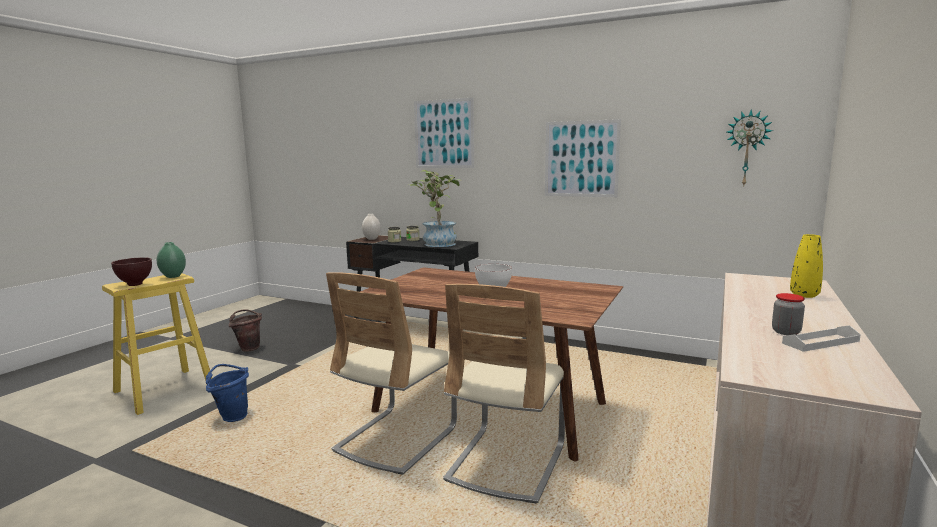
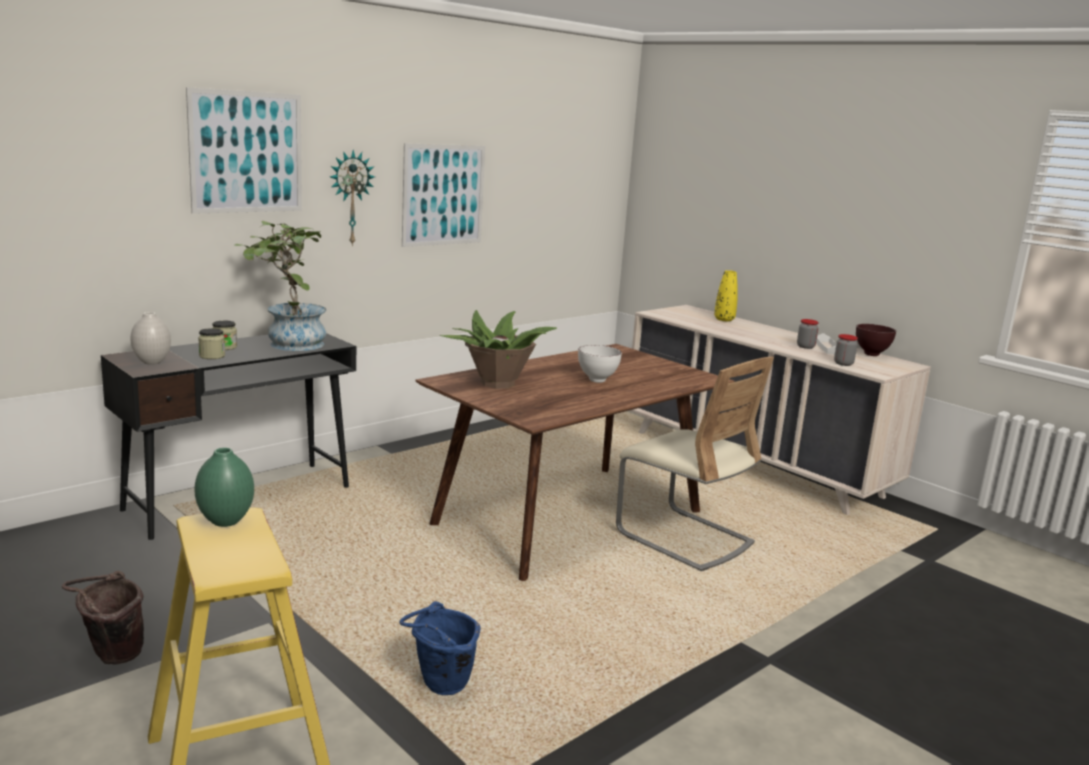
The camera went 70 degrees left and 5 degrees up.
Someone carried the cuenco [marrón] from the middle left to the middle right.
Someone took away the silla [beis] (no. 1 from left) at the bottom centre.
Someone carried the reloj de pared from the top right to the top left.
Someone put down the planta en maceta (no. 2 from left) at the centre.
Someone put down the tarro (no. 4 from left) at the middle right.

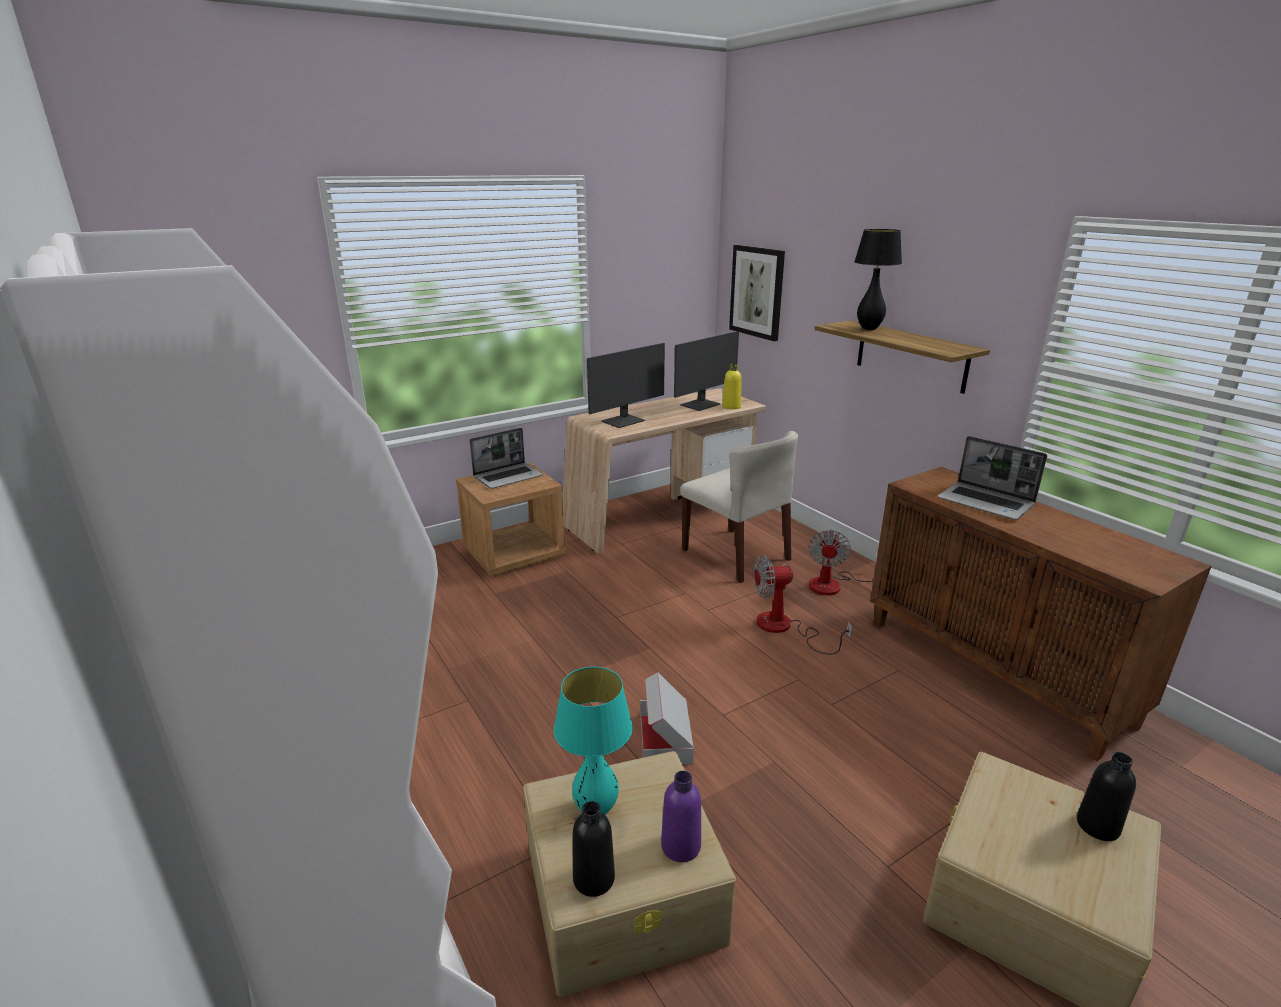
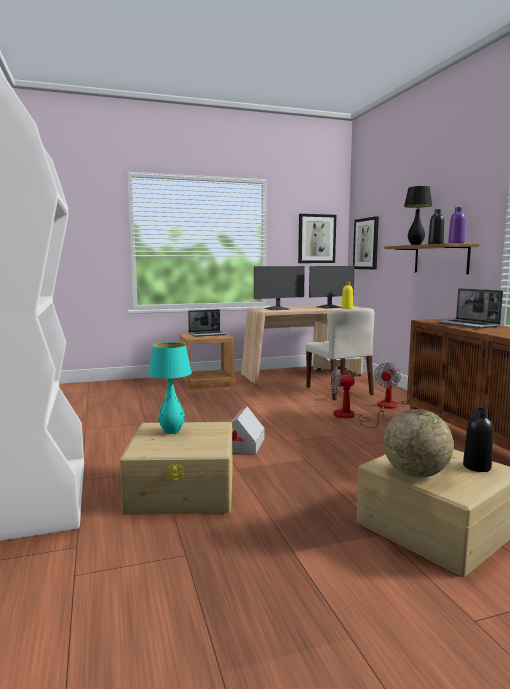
The camera went 15 degrees right and 15 degrees down.
Someone carried the botella [negro] (no. 1 from left) from the bottom centre to the top right.
Someone carried the botella [morado] from the bottom centre to the top right.
Someone put up the cuadro (no. 1 from left) at the centre.
Someone put down the globo terráqueo at the middle right.

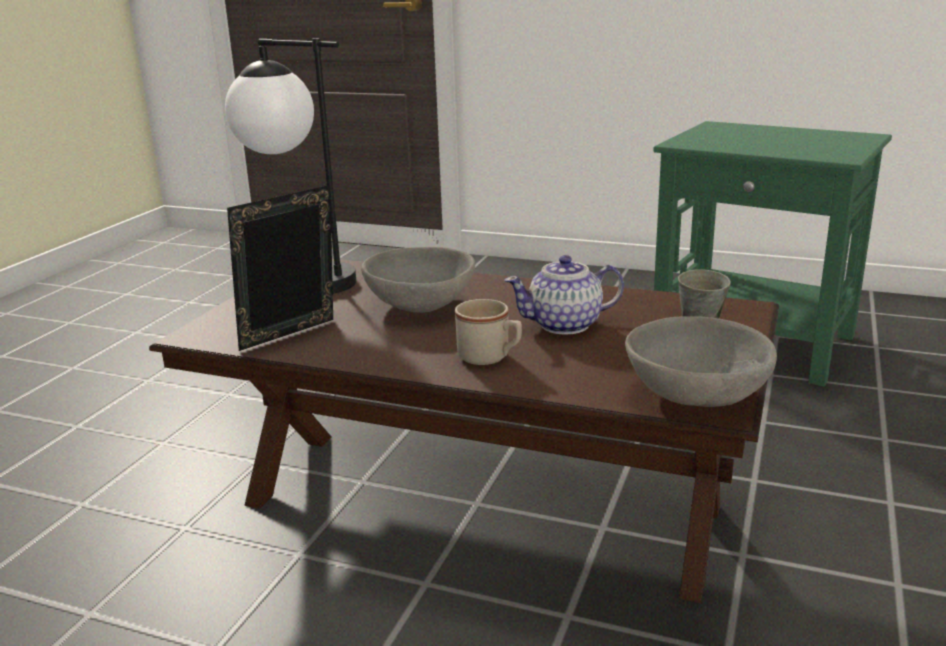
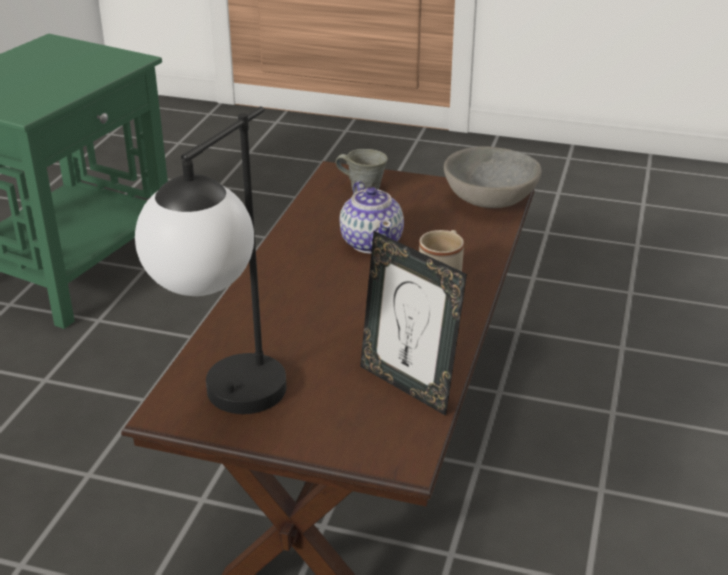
The camera went 95 degrees left and 10 degrees up.
Someone took away the cuenco [gris] (no. 1 from left) at the centre.

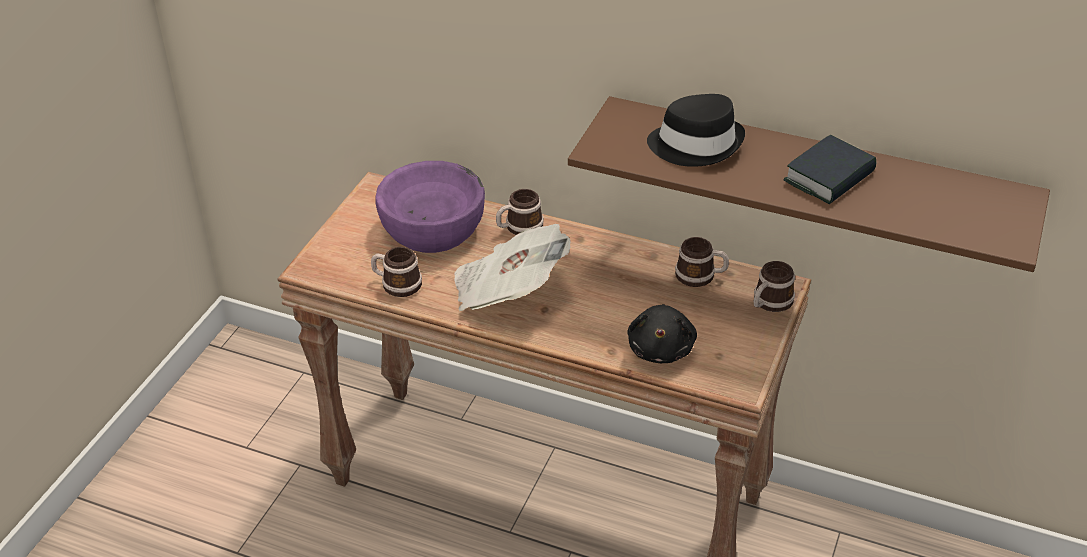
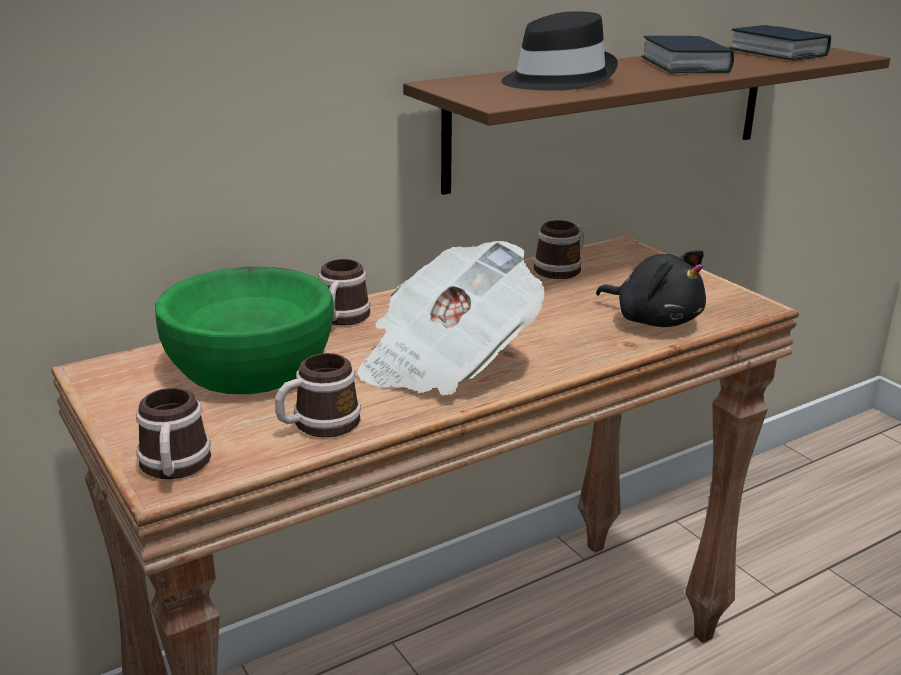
The camera went 55 degrees left and 15 degrees down.
Someone repainted the cuenco [morado] at the centre, which became the cuenco [verde] at the middle left.
Someone carried the taza grande (no. 4 from left in the first image) from the middle right to the middle left.
Someone put down the libro (no. 2 from left) at the top right.

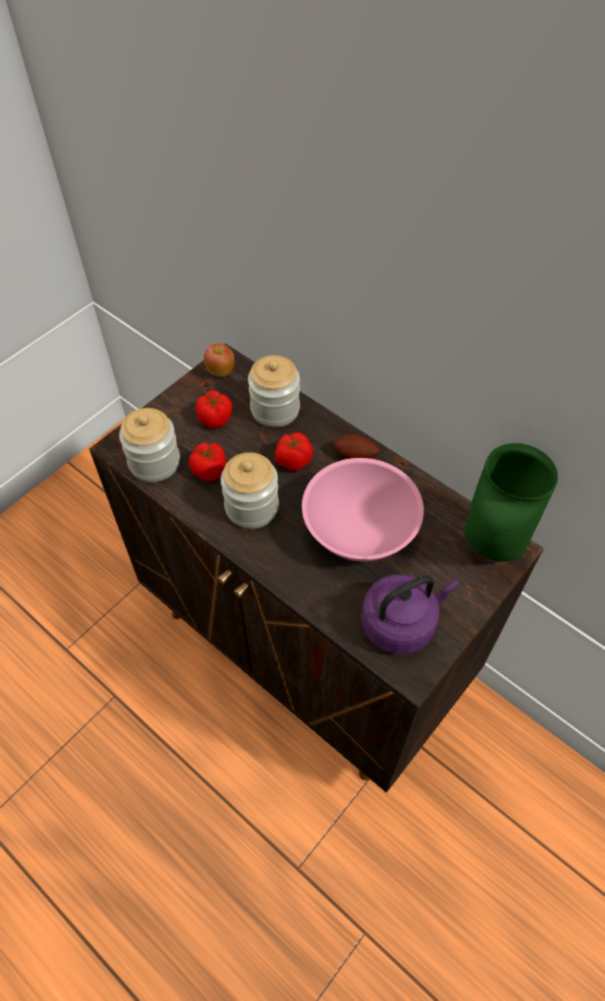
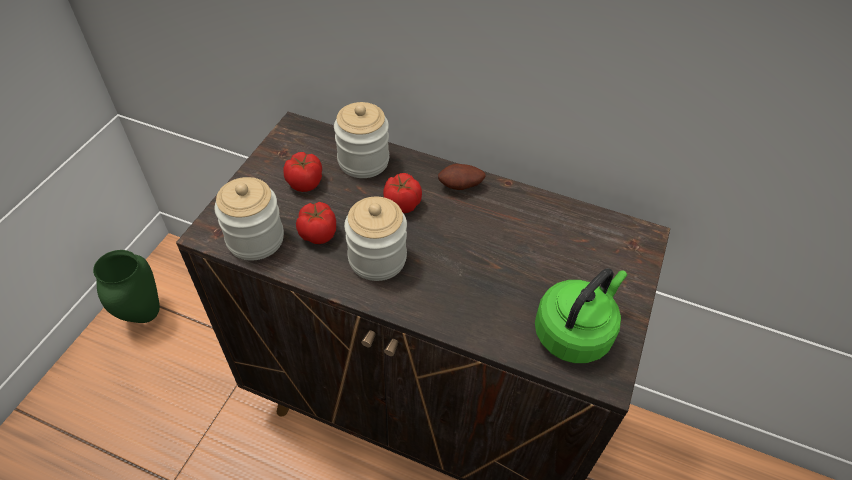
The camera went 20 degrees left and 5 degrees down.
Someone took away the manzana at the centre.
Someone took away the cuenco [rosa] at the centre.
Someone repainted the hervidor [morado] at the middle right, which became the hervidor [verde] at the middle right.
Someone carried the florero [verde] from the middle right to the middle left.

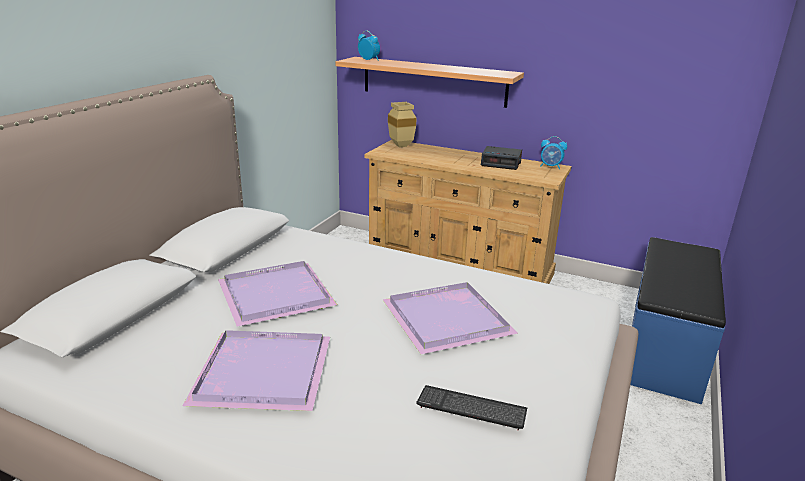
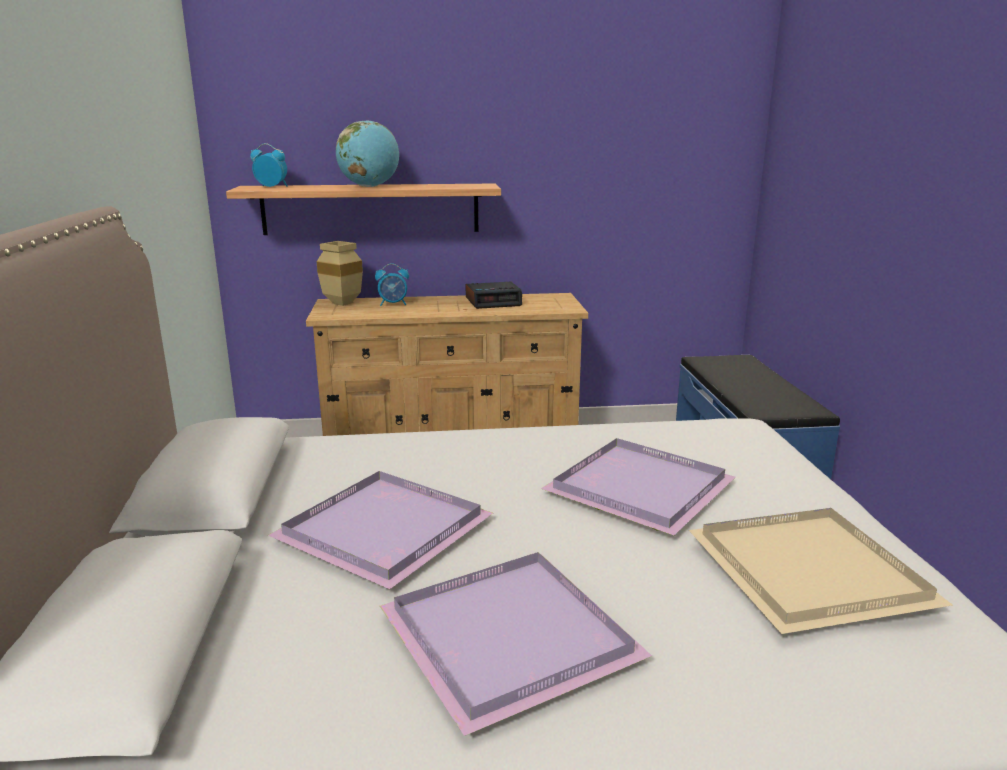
The camera went 30 degrees left and 5 degrees down.
Someone swapped the teclado at the bottom centre for the bandeja [beis] at the bottom right.
Someone carried the despertador (no. 3 from left in the first image) from the top right to the centre.
Someone put down the globo terráqueo at the top centre.

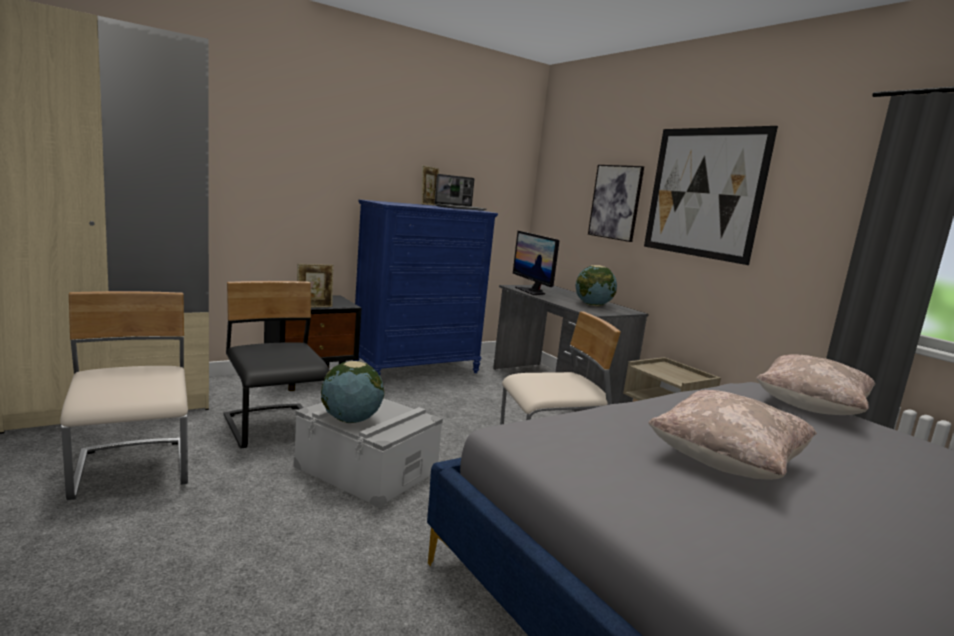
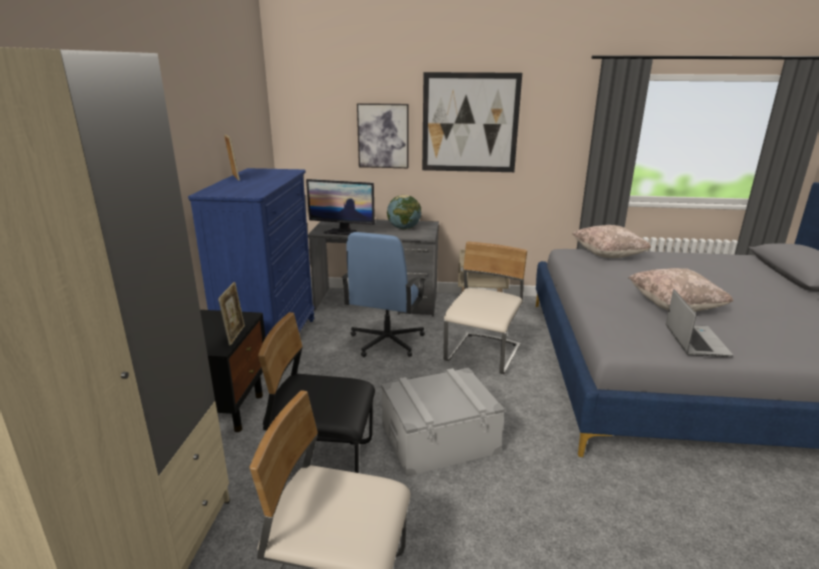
The camera went 50 degrees left and 10 degrees up.
Someone took away the globo terráqueo (no. 1 from left) at the centre.
Someone carried the portátil from the top centre to the middle right.
Someone put down the silla de oficina [azul] at the centre.

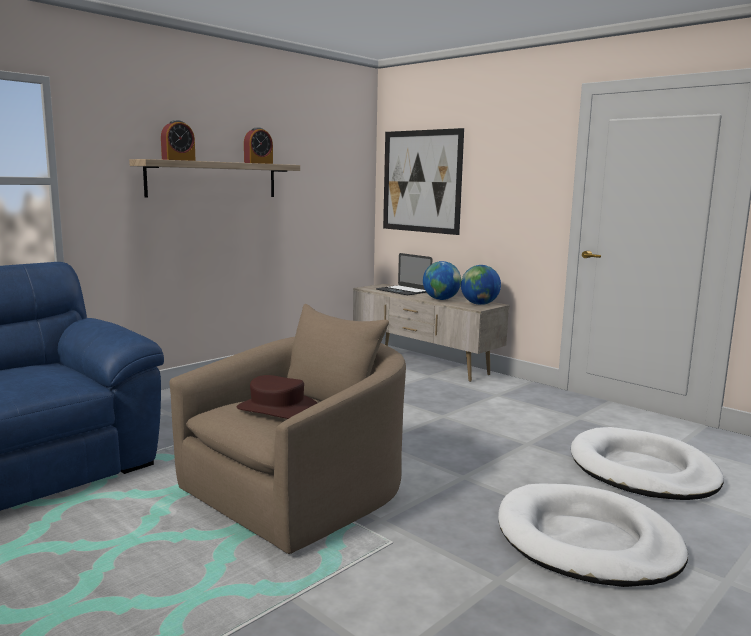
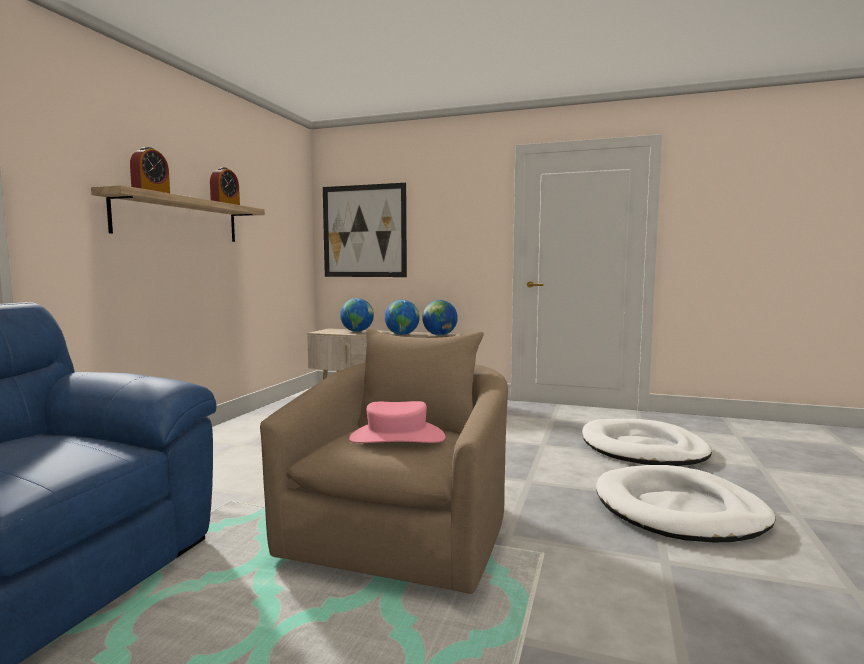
The camera went 25 degrees left and 5 degrees down.
Someone repainted the sombrero [marrón] at the centre, which became the sombrero [rosa] at the centre.
Someone swapped the portátil at the centre for the globo terráqueo (no. 1 from left) at the centre.

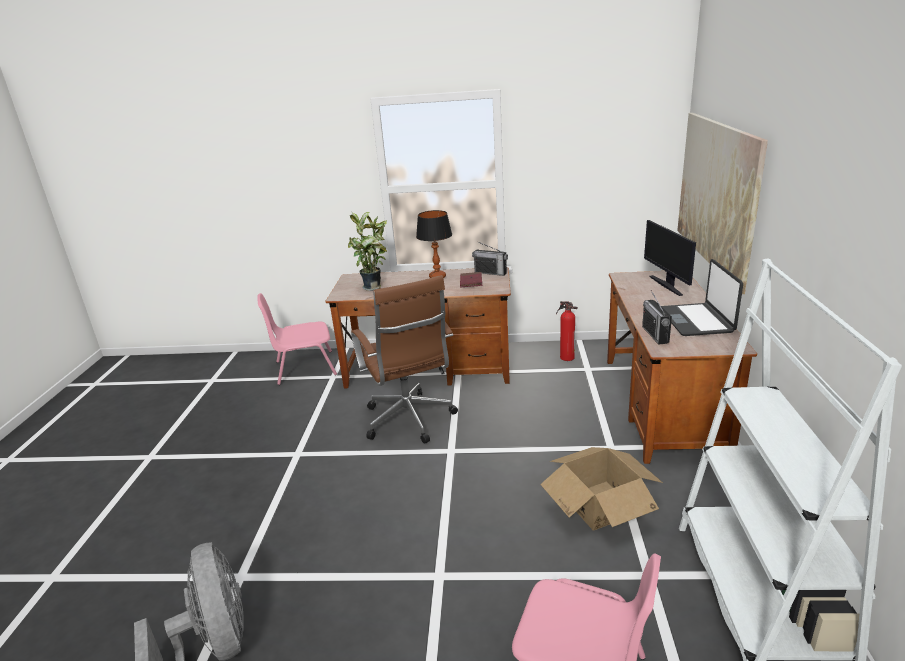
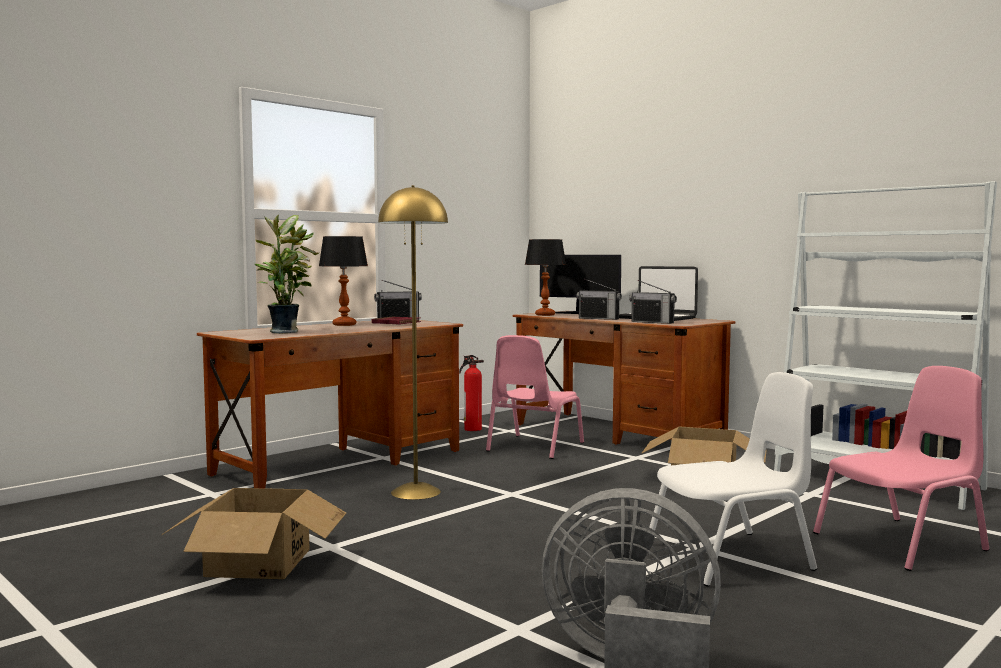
The camera went 50 degrees left and 20 degrees down.
Someone carried the silla [rosa] (no. 1 from left) from the middle left to the centre.
Someone swapped the silla de oficina [marrón] at the centre for the lámpara de pie [amarillo] at the centre.
Someone took away the cuadro at the top right.
Someone put down the caja de cartón (no. 1 from left) at the bottom left.
Someone put down the lámpara de mesa (no. 2 from left) at the centre.
Someone put down the radio (no. 2 from left) at the centre.
Someone put down the silla [blanco] at the bottom right.

